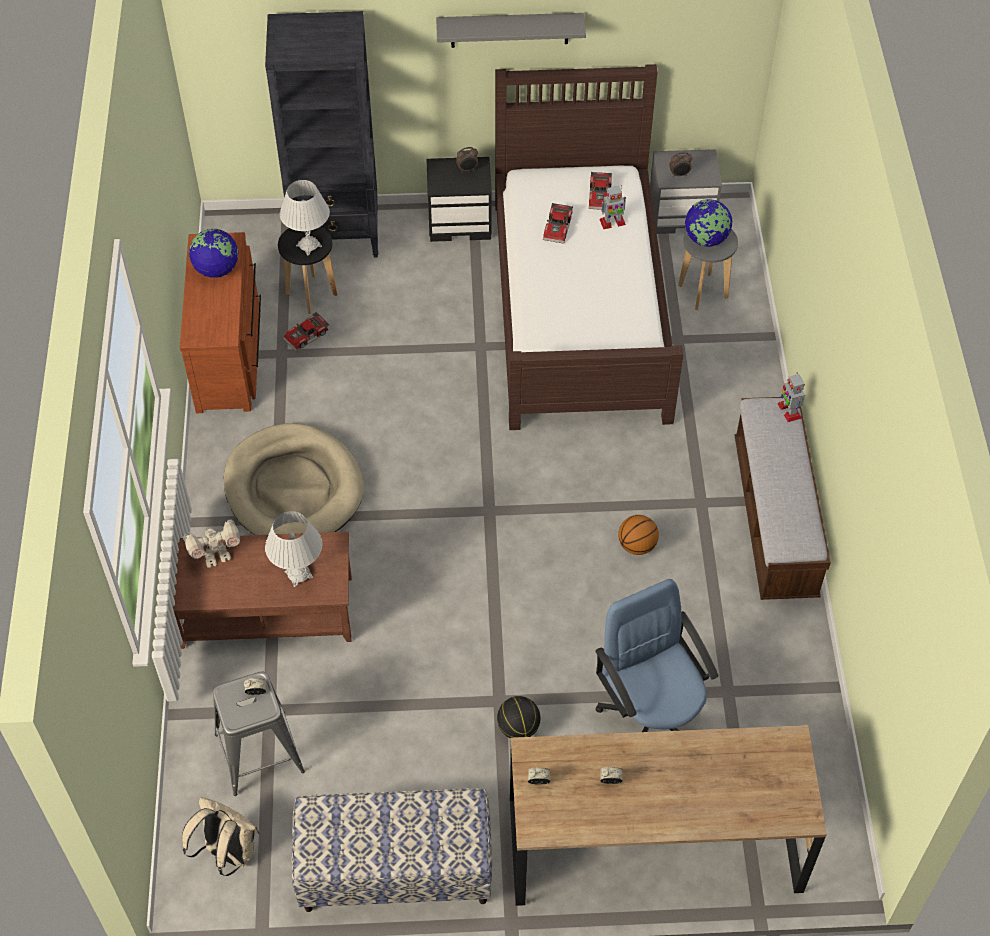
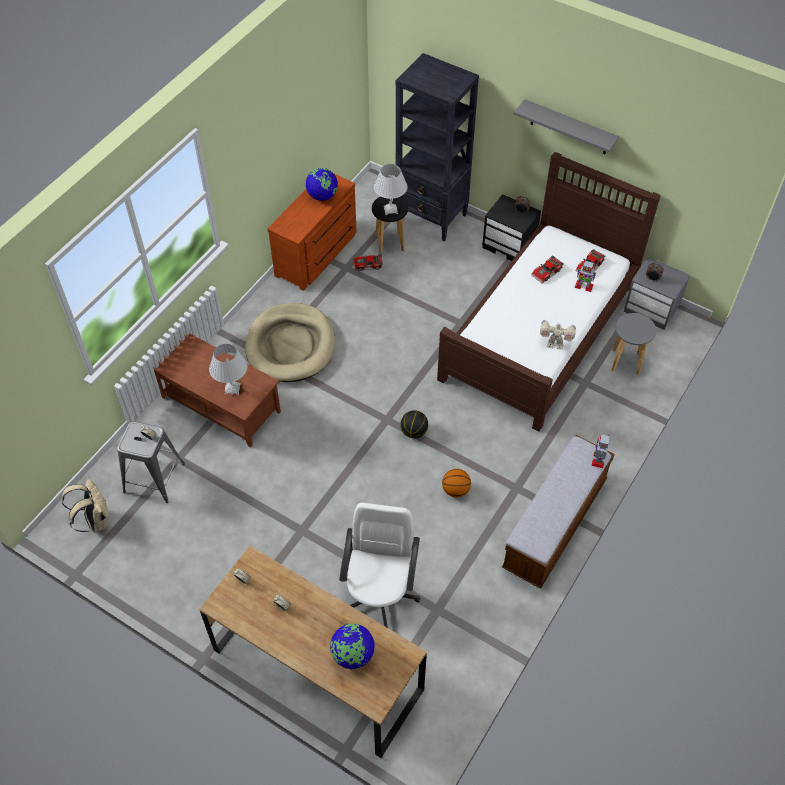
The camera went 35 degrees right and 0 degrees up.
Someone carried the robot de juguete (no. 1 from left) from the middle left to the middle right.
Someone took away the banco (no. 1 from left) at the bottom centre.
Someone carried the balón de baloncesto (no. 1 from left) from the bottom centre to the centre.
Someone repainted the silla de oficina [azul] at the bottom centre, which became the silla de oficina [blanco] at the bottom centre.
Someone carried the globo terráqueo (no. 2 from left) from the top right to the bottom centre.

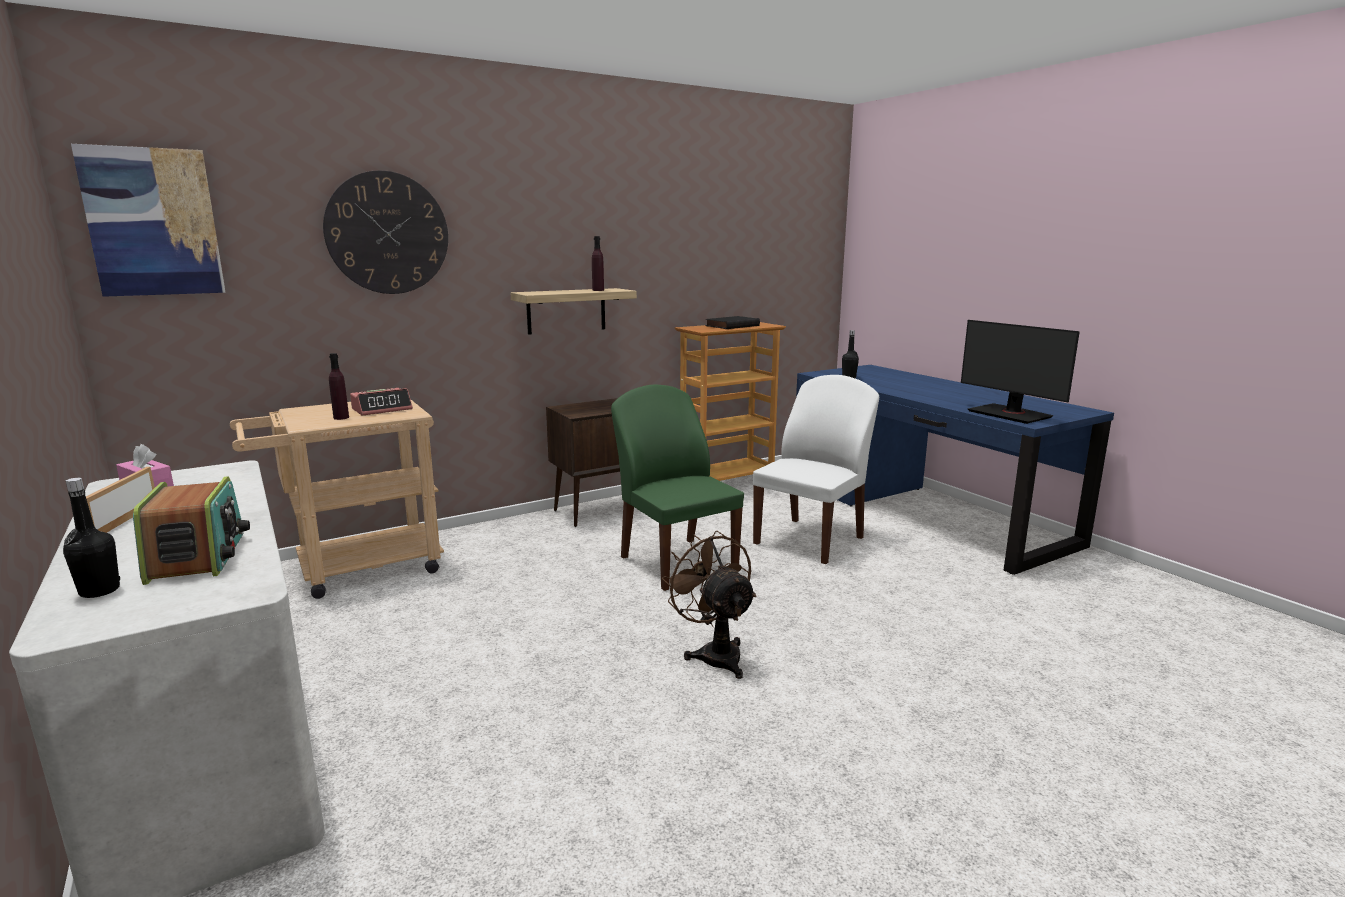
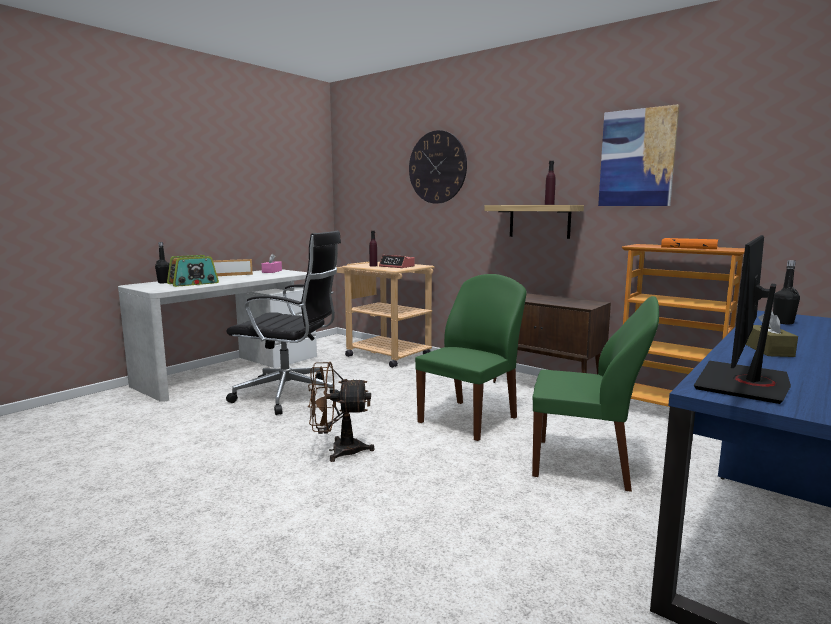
The camera went 70 degrees right and 5 degrees down.
Someone carried the cuadro from the top left to the top right.
Someone rotated the ventilador [marrón] at the bottom centre by 135 degrees counterclockwise.
Someone repainted the libro [negro] at the centre, which became the libro [naranja] at the middle right.
Someone repainted the silla [blanco] at the centre, which became the silla [verde] (no. 2 from left) at the middle right.
Someone put down the silla de oficina [negro] at the centre.
Someone put down the caja de pañuelos [marrón] at the middle right.

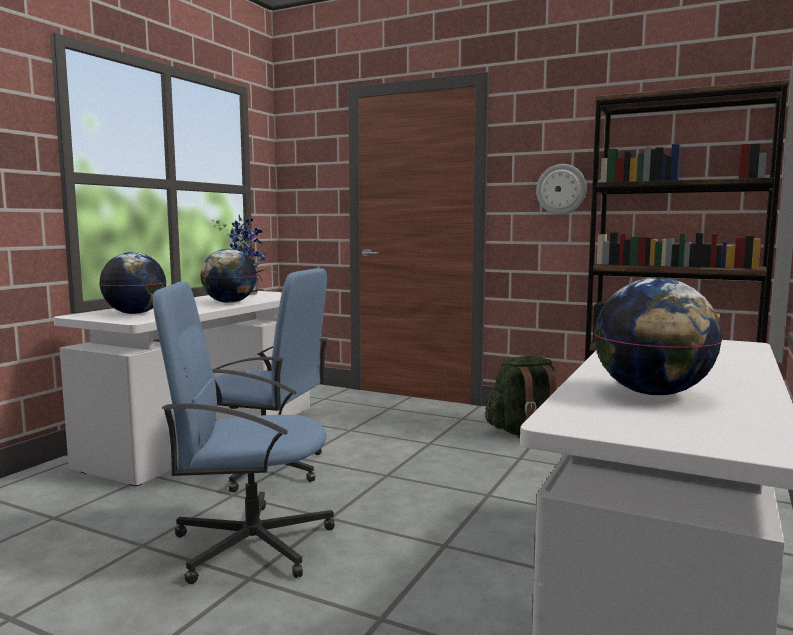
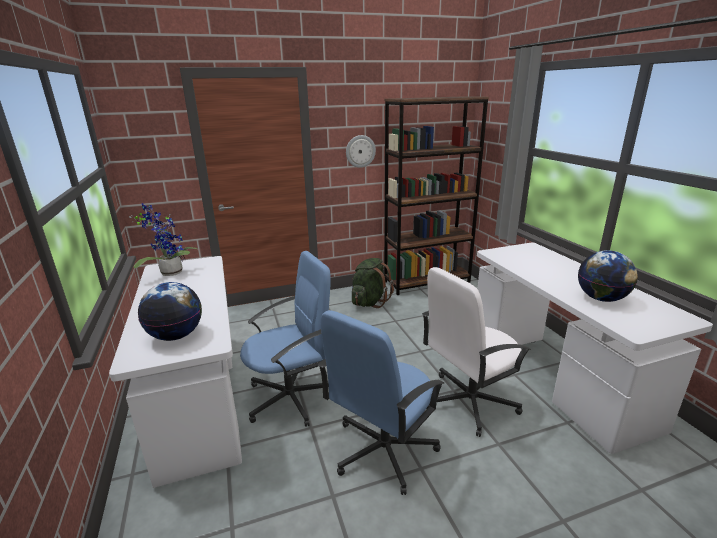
The camera went 45 degrees left and 15 degrees up.
Someone took away the globo terráqueo (no. 2 from left) at the middle left.
Someone put down the silla de oficina [blanco] at the centre.

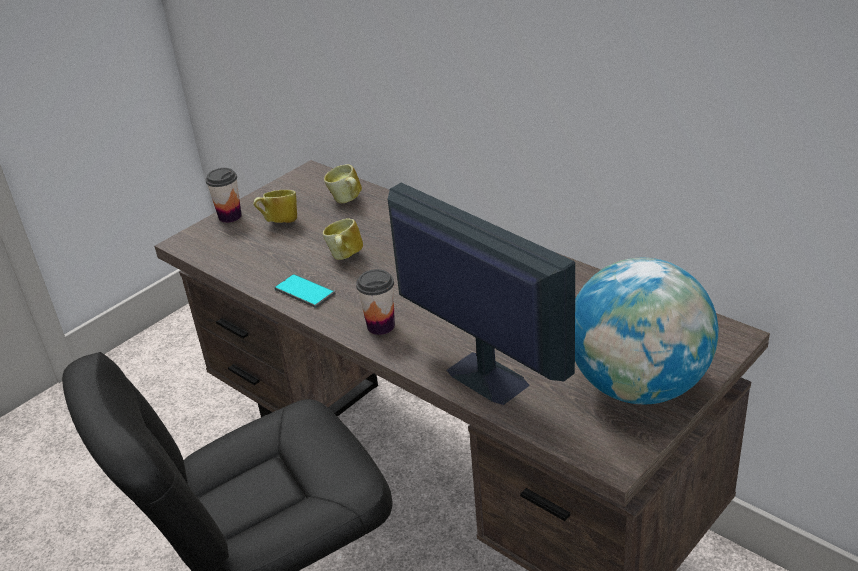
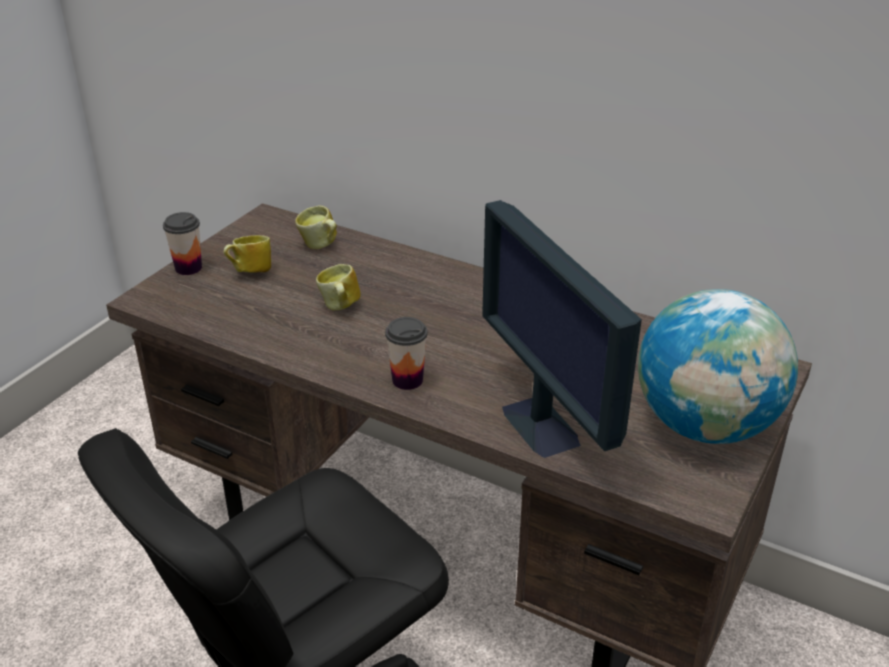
The camera went 15 degrees left and 0 degrees up.
Someone took away the móvil at the centre.
Someone rotated the monitor at the centre by 150 degrees counterclockwise.

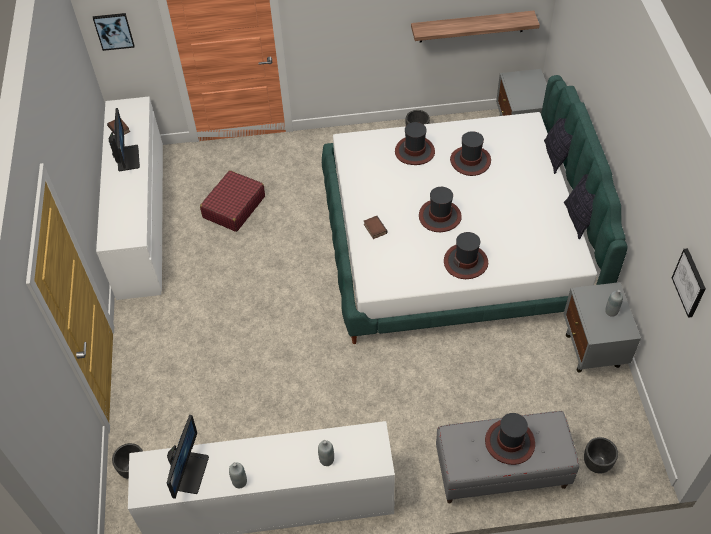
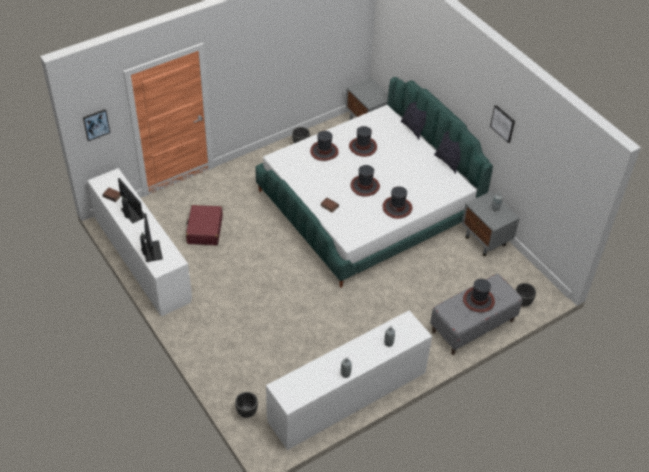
The camera went 30 degrees left and 5 degrees down.
Someone carried the monitor (no. 2 from left) from the bottom left to the middle left.
Someone took away the estante at the top right.
Someone carried the cuadro (no. 2 from left) from the middle right to the top right.

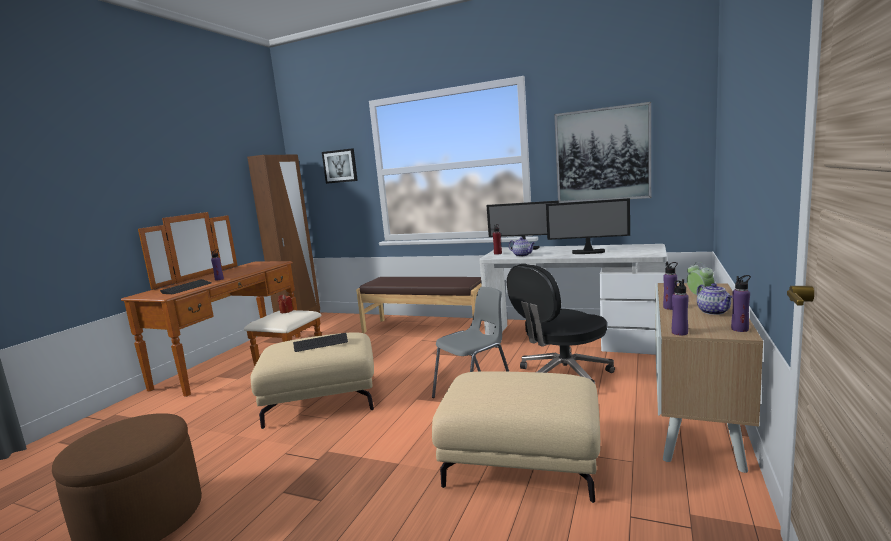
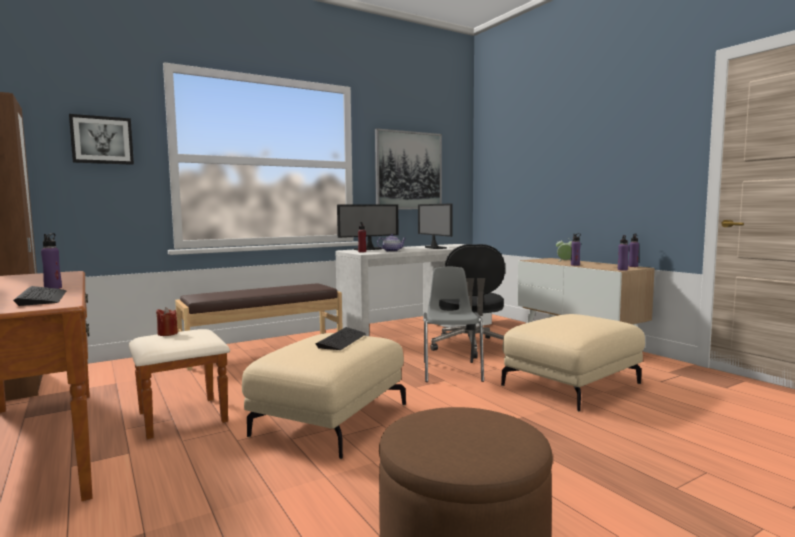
The camera went 55 degrees left and 5 degrees down.
Someone rotated the monitor (no. 2 from left) at the centre by 105 degrees clockwise.
Someone took away the tetera (no. 2 from left) at the middle right.

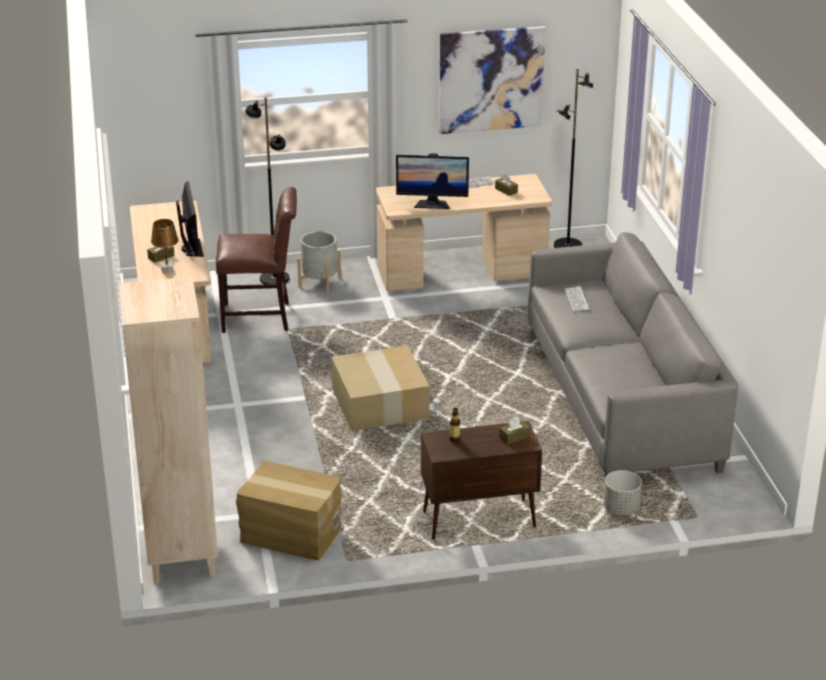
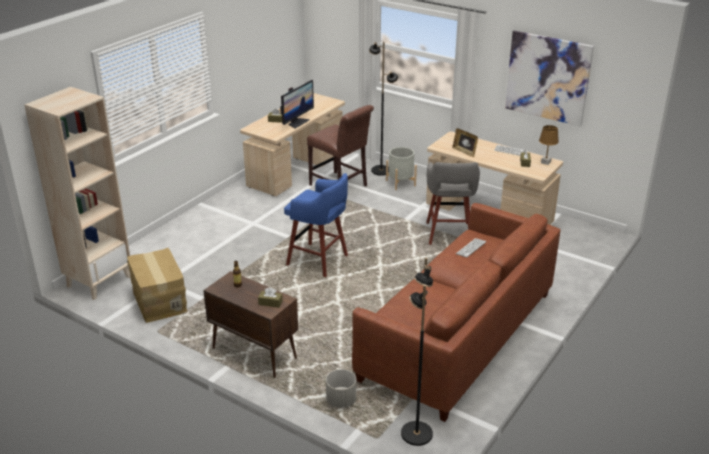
The camera went 45 degrees right and 0 degrees up.
Someone carried the lámpara de mesa [marrón] from the middle left to the top right.
Someone swapped the caja de cartón (no. 2 from left) at the centre for the taburete [azul] at the centre.
Someone swapped the monitor (no. 2 from left) at the top centre for the portarretratos at the top centre.
Someone repainted the sofá [gris] at the middle right, which became the sofá [marrón] at the bottom centre.
Someone carried the lámpara de pie [negro] (no. 2 from left) from the top right to the bottom centre.
Someone put down the taburete [gris] at the centre.

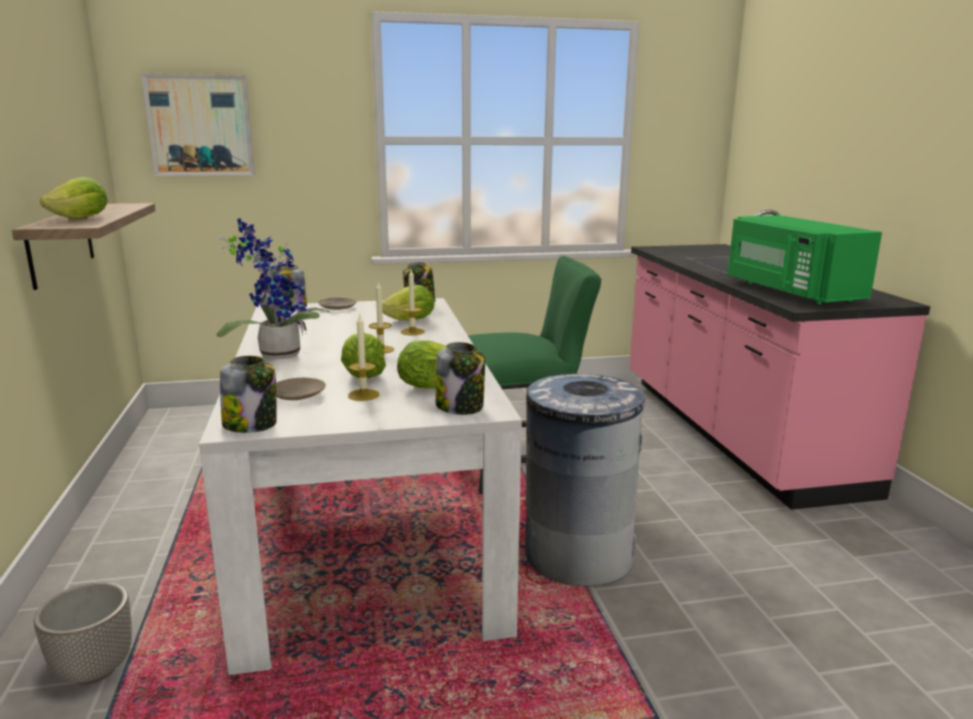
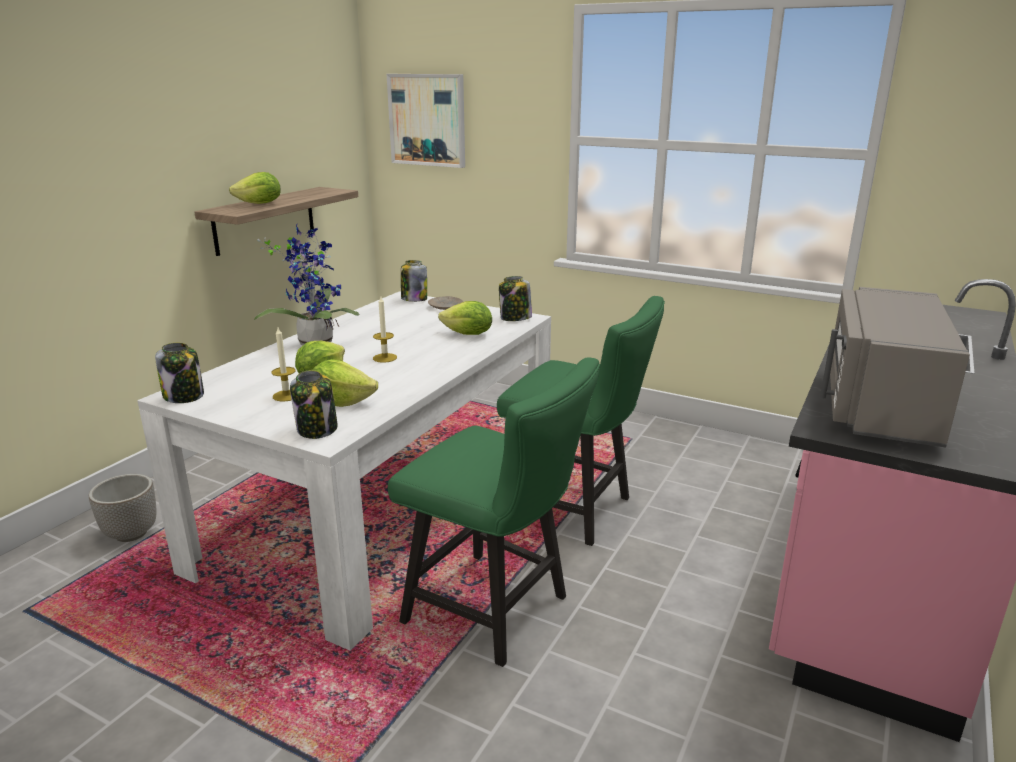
The camera went 40 degrees right and 5 degrees up.
Someone took away the plato [beis] (no. 1 from left) at the middle left.
Someone took away the vela (no. 3 from left) at the centre.
Someone swapped the papelera [gris] at the bottom centre for the silla [verde] (no. 1 from left) at the bottom centre.
Someone repainted the microondas [verde] at the middle right, which became the microondas [gris] at the middle right.

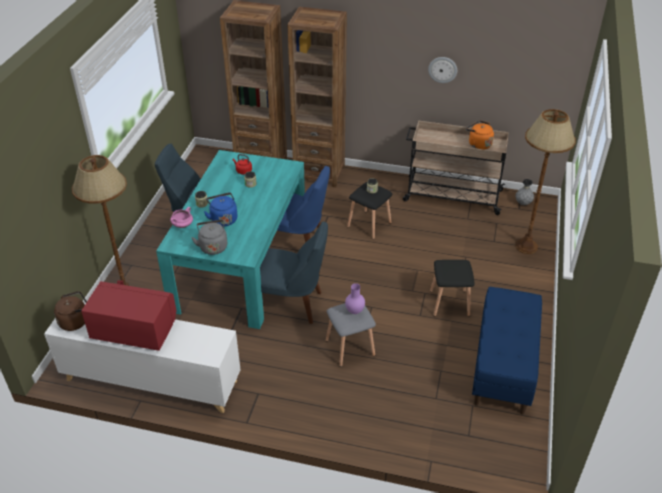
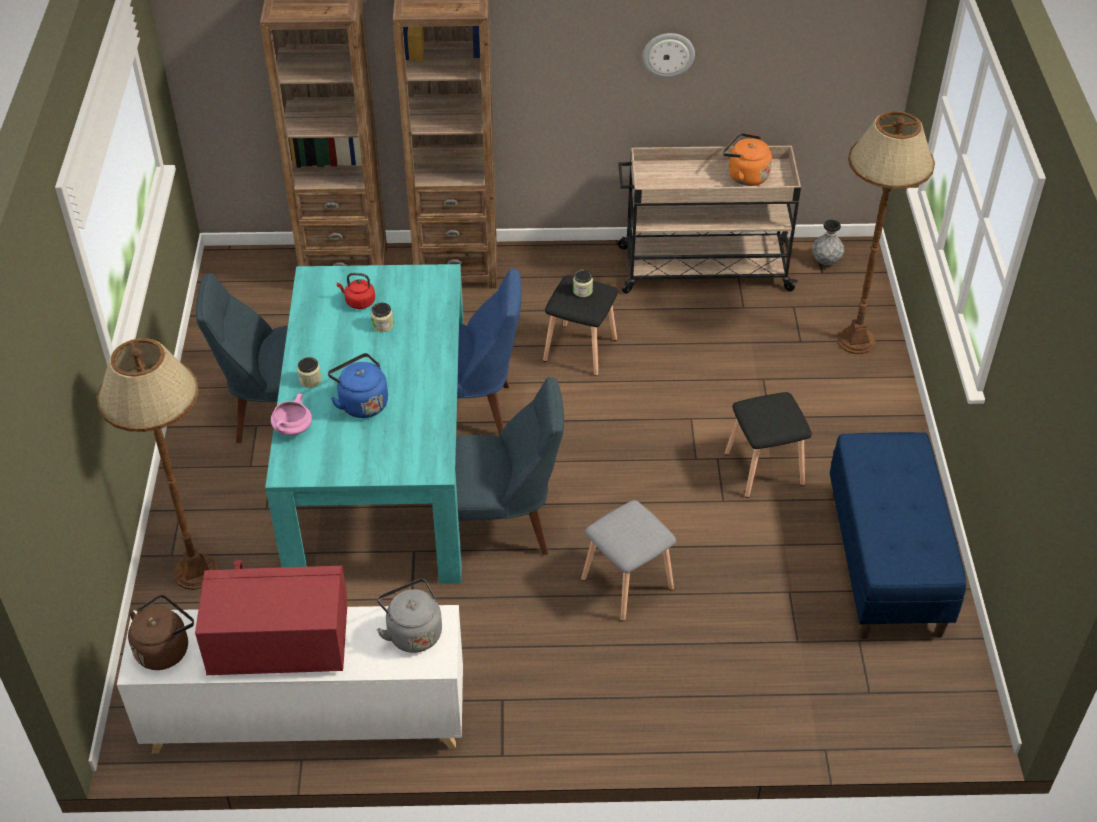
The camera went 15 degrees left and 5 degrees up.
Someone carried the hervidor [gris] from the middle left to the bottom centre.
Someone took away the florero [morado] at the centre.

